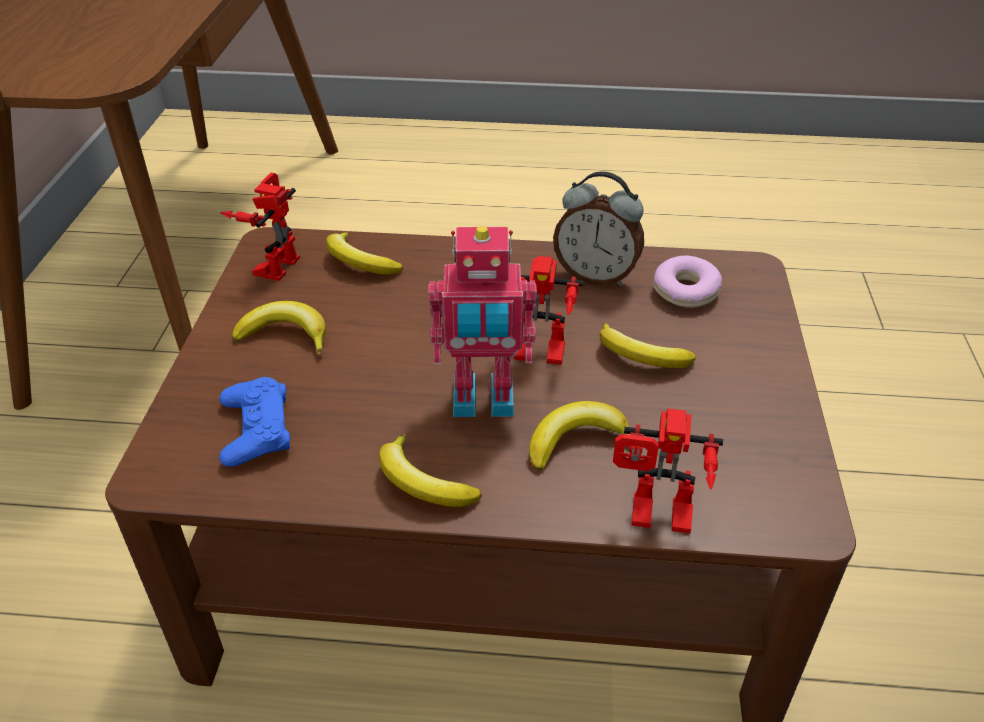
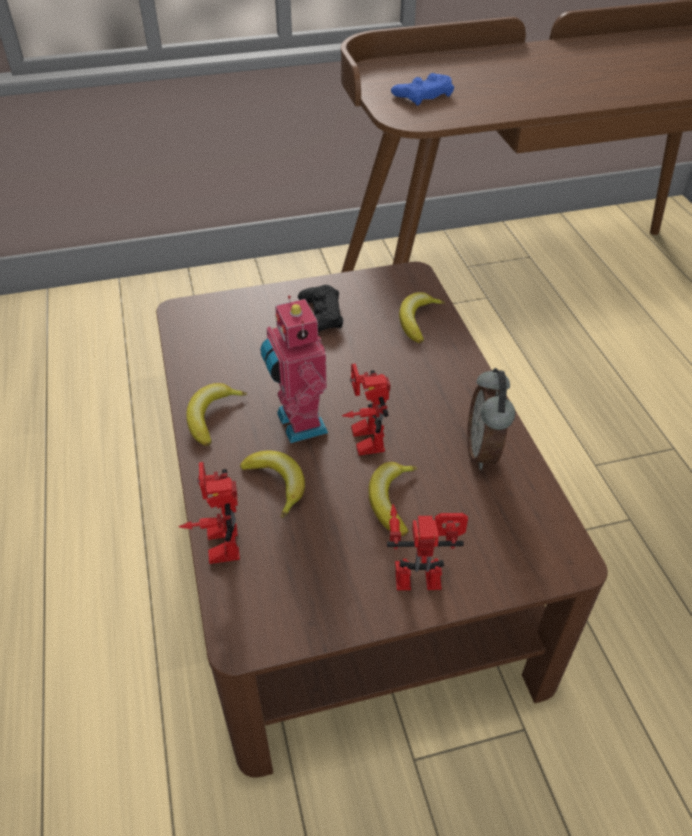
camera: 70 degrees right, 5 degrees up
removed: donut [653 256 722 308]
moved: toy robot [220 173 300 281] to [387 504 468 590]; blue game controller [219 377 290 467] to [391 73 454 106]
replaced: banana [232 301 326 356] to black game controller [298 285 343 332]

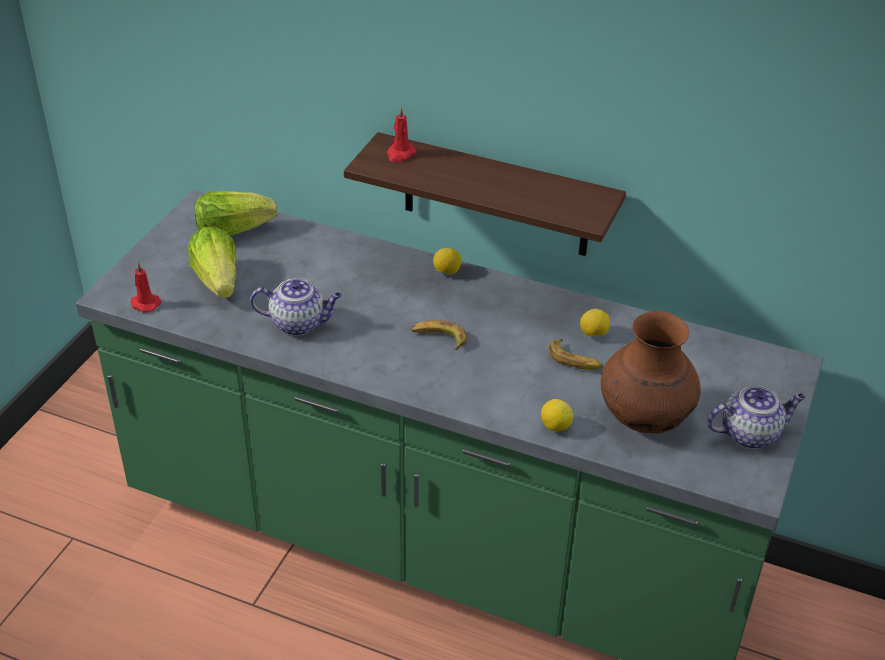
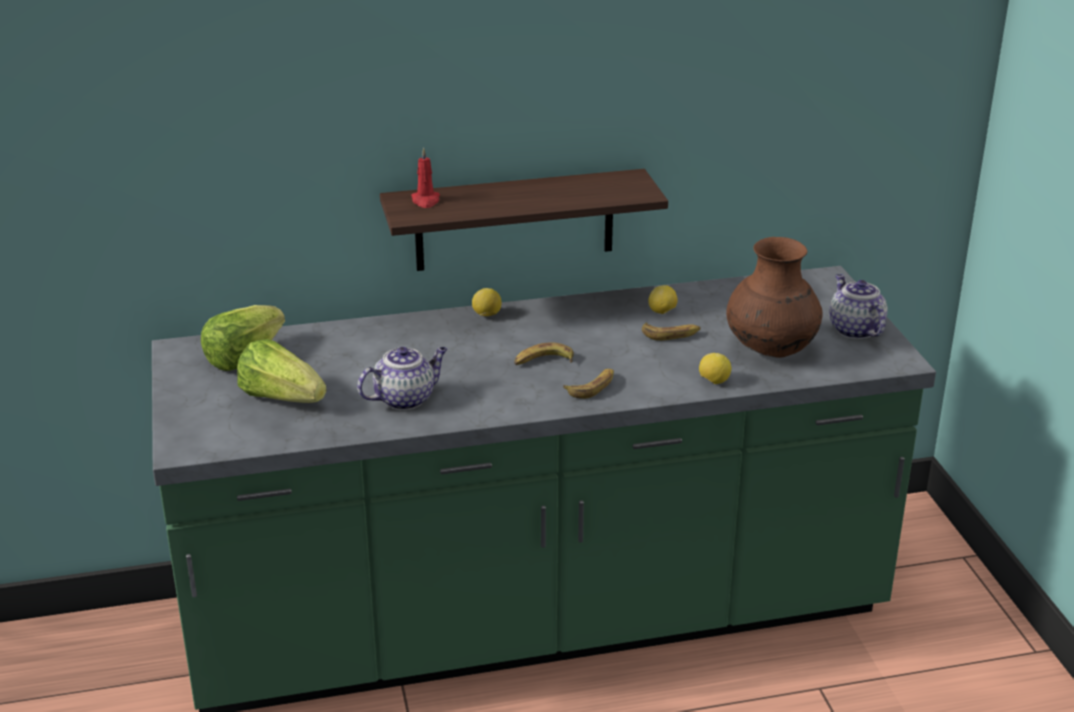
camera: 35 degrees left, 10 degrees down
removed: red candle [130 262 161 312]
added: banana [563 369 614 399]
turned: teapot [707 386 805 449] = [829 274 888 339] 60 degrees counterclockwise

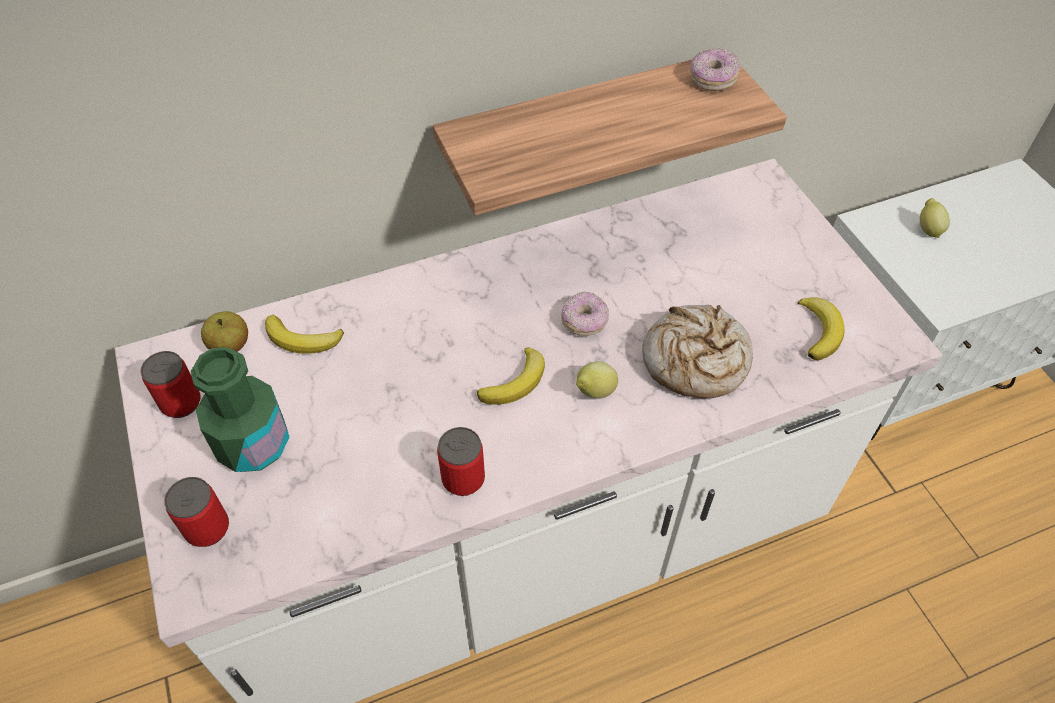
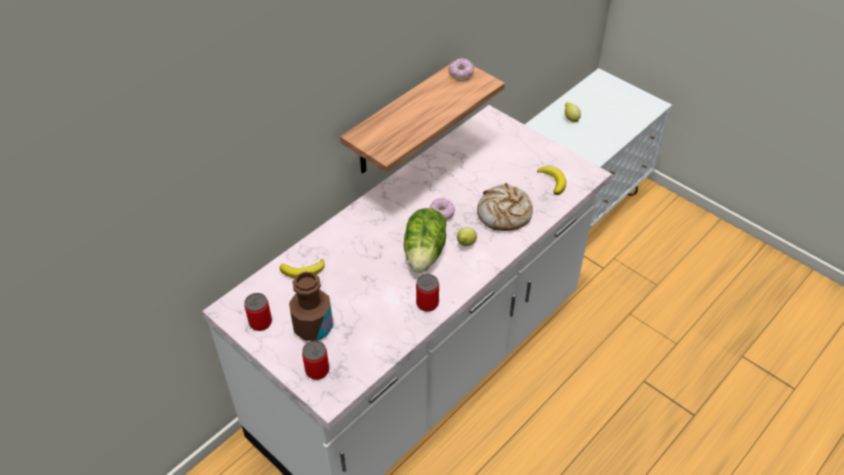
camera: 25 degrees left, 5 degrees down
removed: apple [201 311 248 352]
replaced: banana [477 348 545 405] to lettuce [404 208 446 273]
recoloured: green bottle [191 347 289 472] to brown bottle [289 272 333 341]

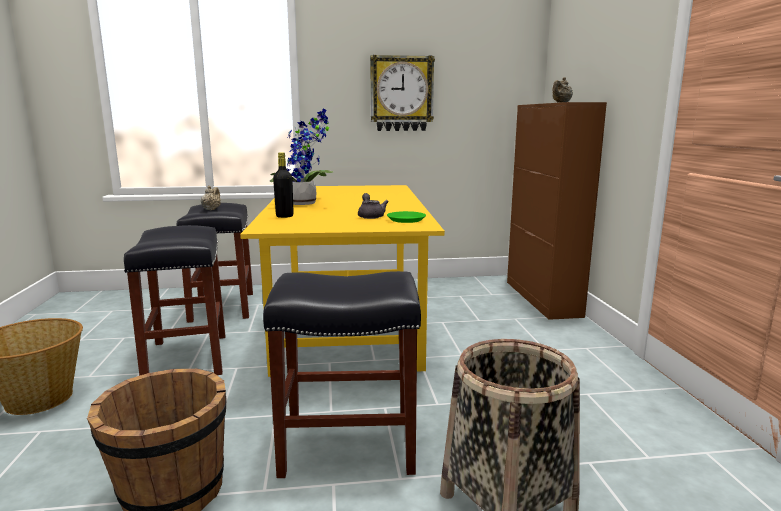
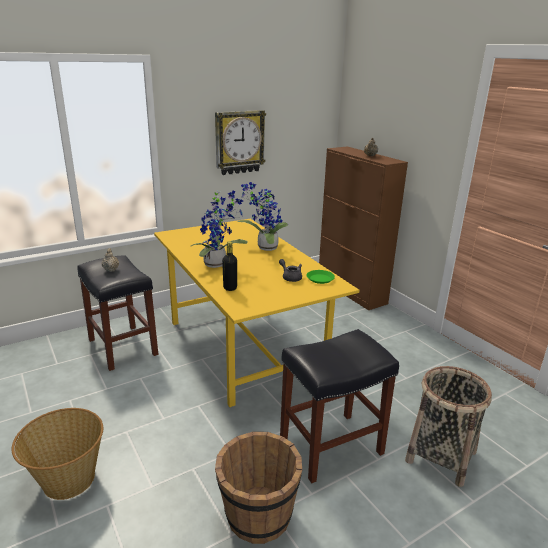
camera: 25 degrees left, 10 degrees up
removed: black stool [124 225 225 376]
added: potted plant [238 182 288 251]

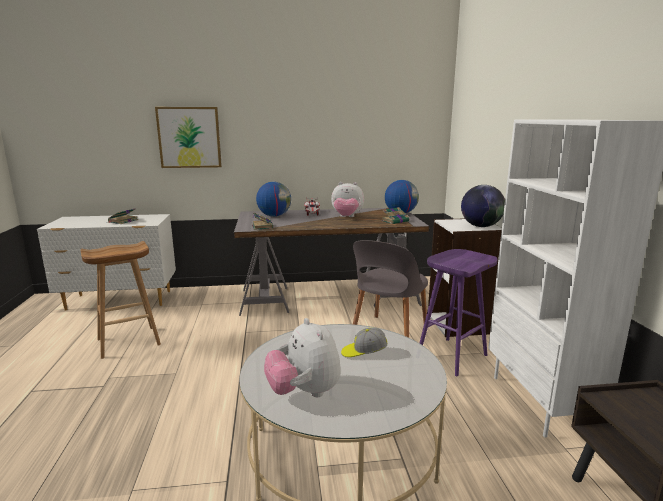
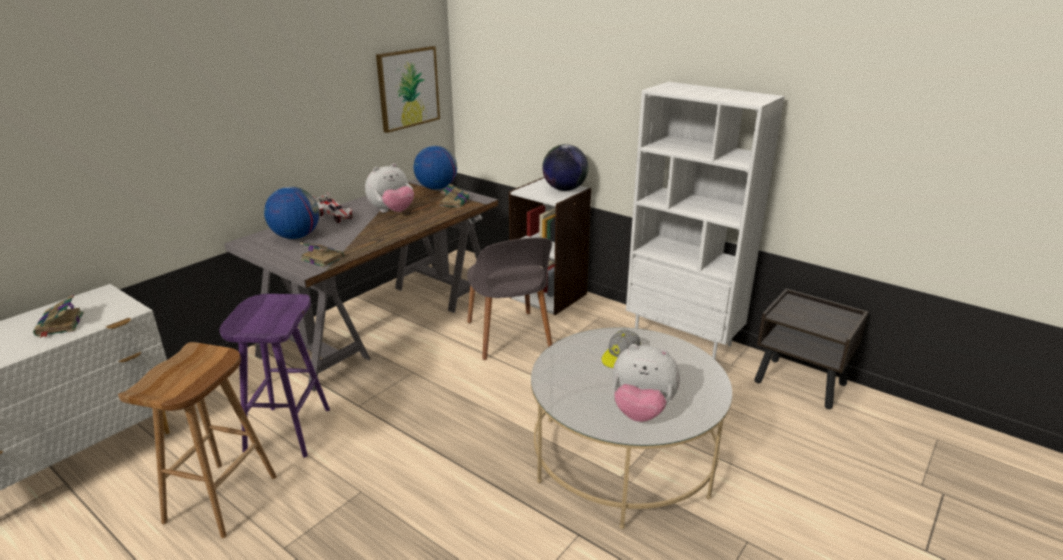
camera: 45 degrees left, 10 degrees up
moved: picture [155 107 222 168] to [376 46 440 133]; purple stool [420 249 497 376] to [219 294 330 458]

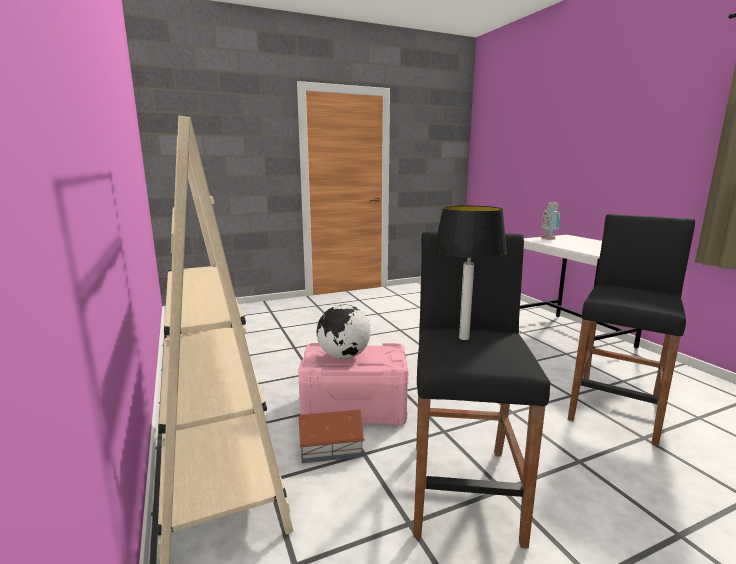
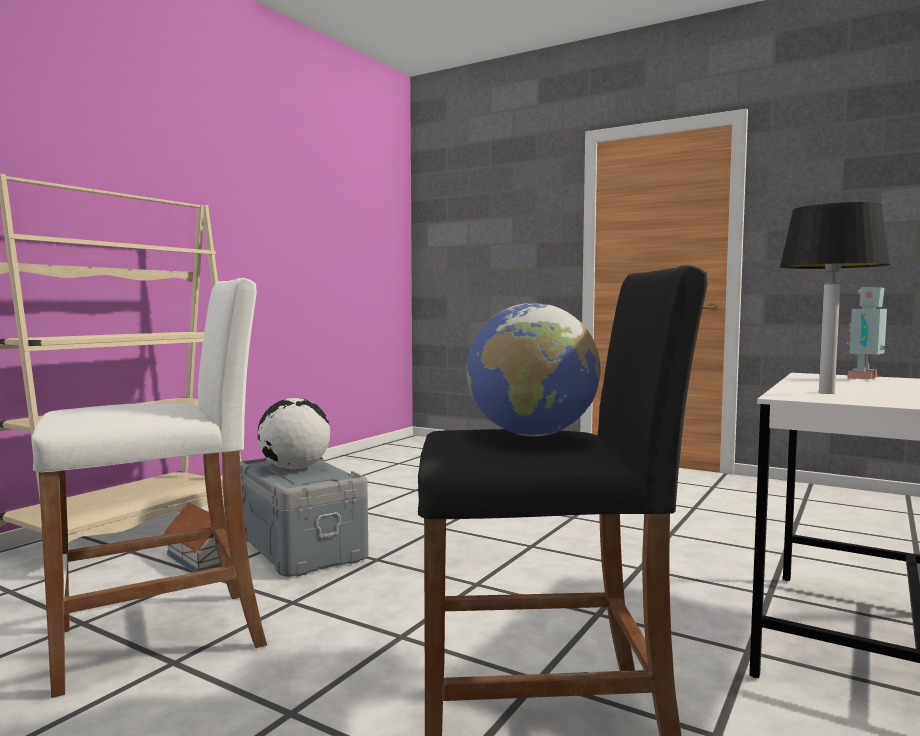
camera: 55 degrees right, 10 degrees down
added: globe [466 303 601 436]
moved: table lamp [434 205 507 340] to [780 202 890 394]
recoloured: black stool [413 231 550 549] to white stool [31 278 267 698]; pink storage box [298 343 409 426] to grey storage box [240 457 368 577]

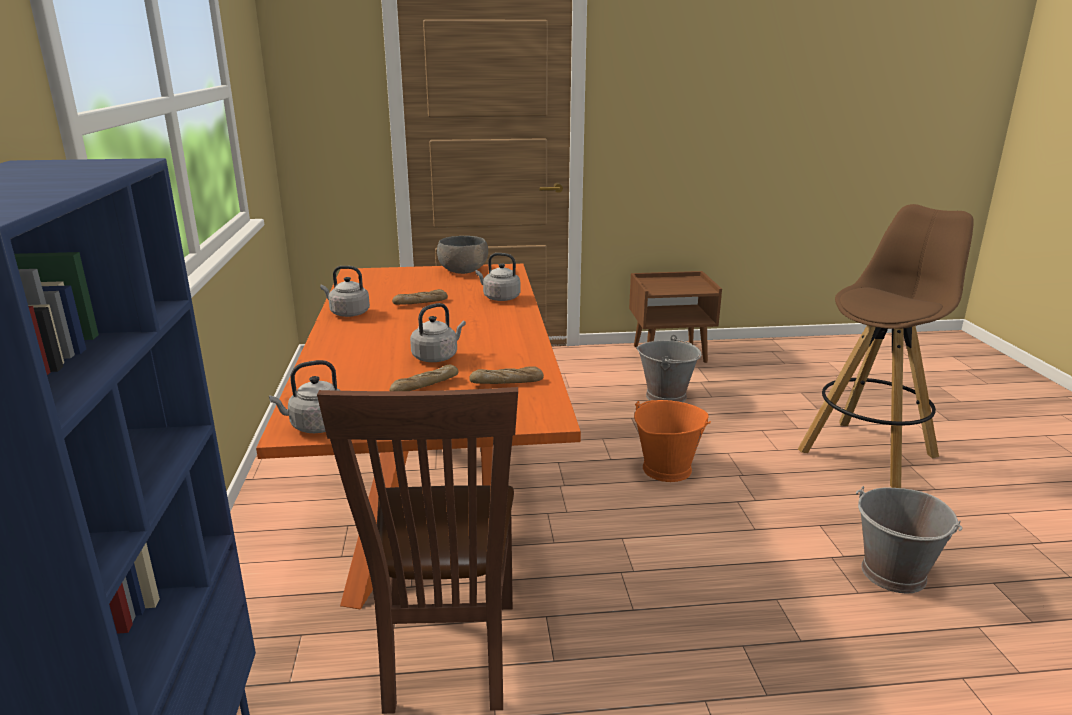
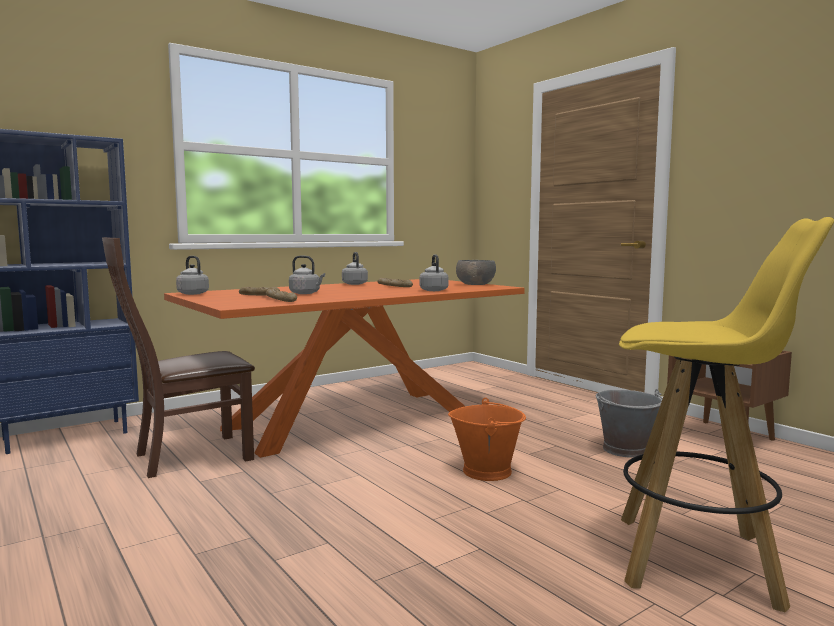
camera: 60 degrees right, 15 degrees down
removed: grey bucket [856 486 963 593]
recoloured: brown stool [798 204 974 488] to yellow stool [619 217 834 613]

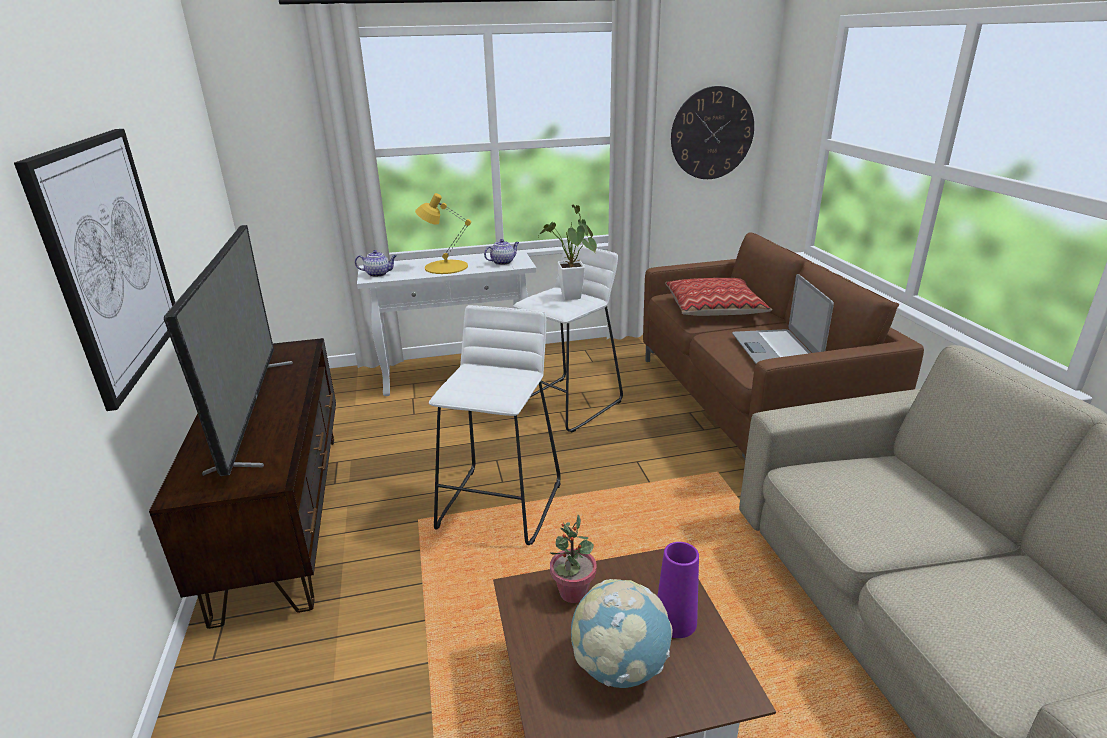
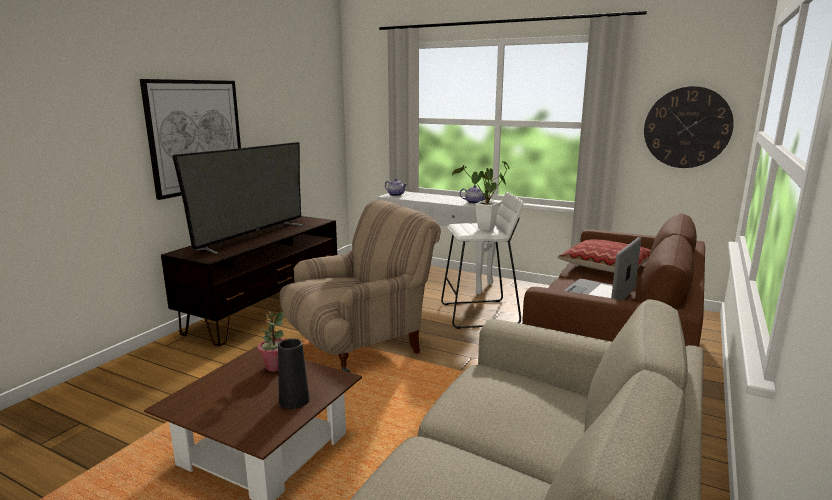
camera: 40 degrees right, 10 degrees down
removed: yellow table lamp [415 193 471 274]; globe [571 579 672 688]
replaced: white stool [429 305 561 545] to beige armchair [280 200 441 373]
recoloured: purple vase [658 542 699 638] to black vase [278 339 309 409]

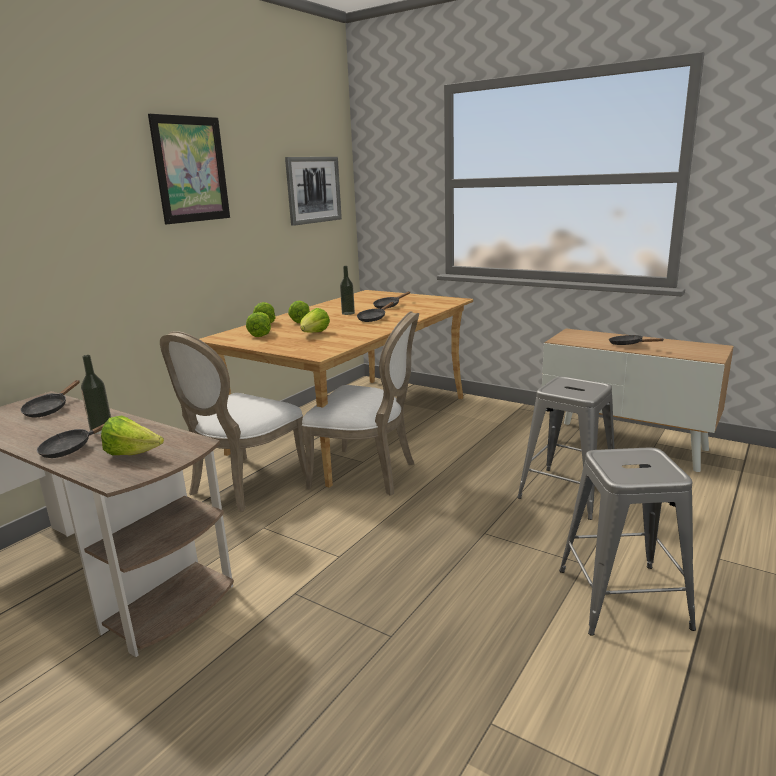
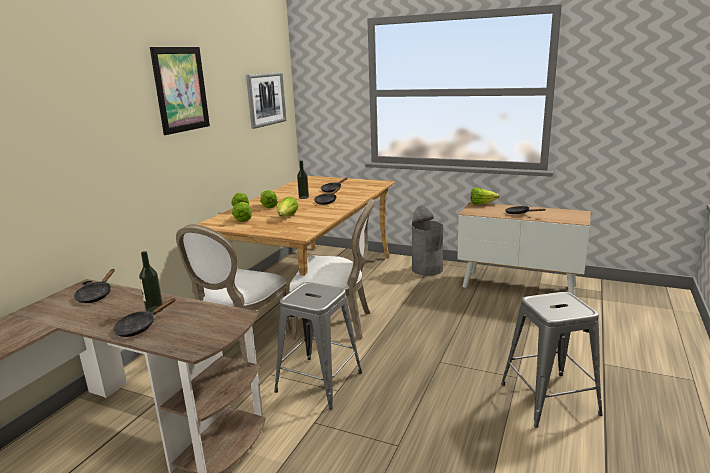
camera: 10 degrees left, 0 degrees up
added: grey trash can [412 206 443 276]
moved: grey stool [517 376 615 520] to [274 282 362 409]; lettuce [101 415 164 455] to [471 187 499 205]

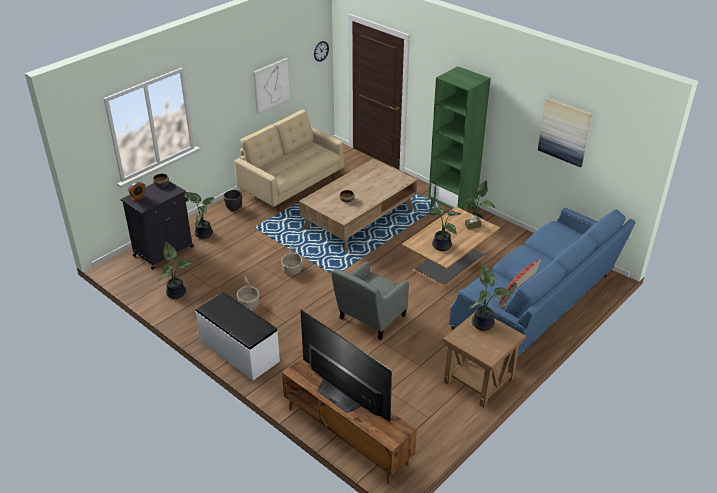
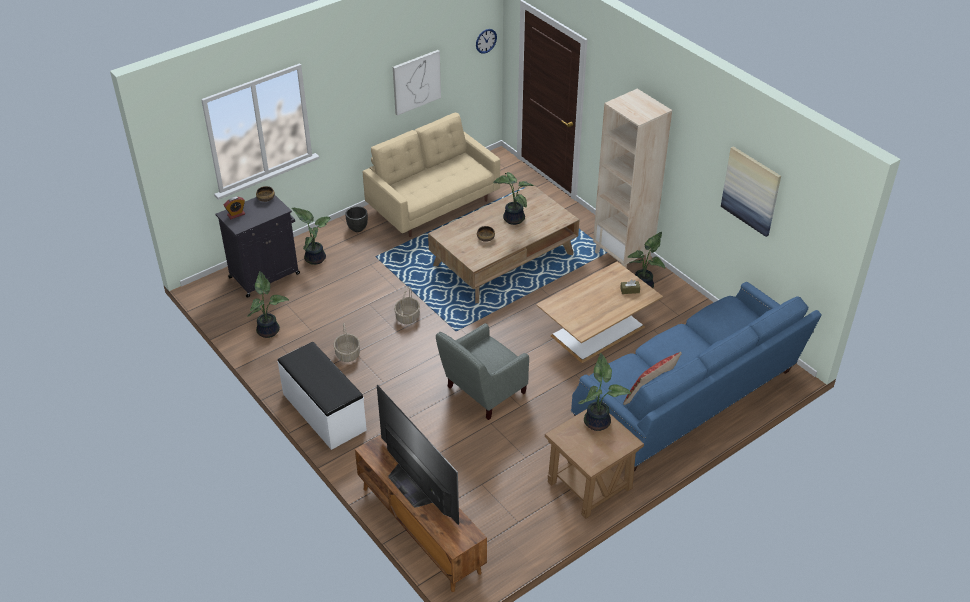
camera: 10 degrees right, 5 degrees up
moved: potted plant [429 205 461 251] to [493 172 535 225]
recoloured: green bookcase [428 66 491 209] to beige bookcase [593 89 672 268]

